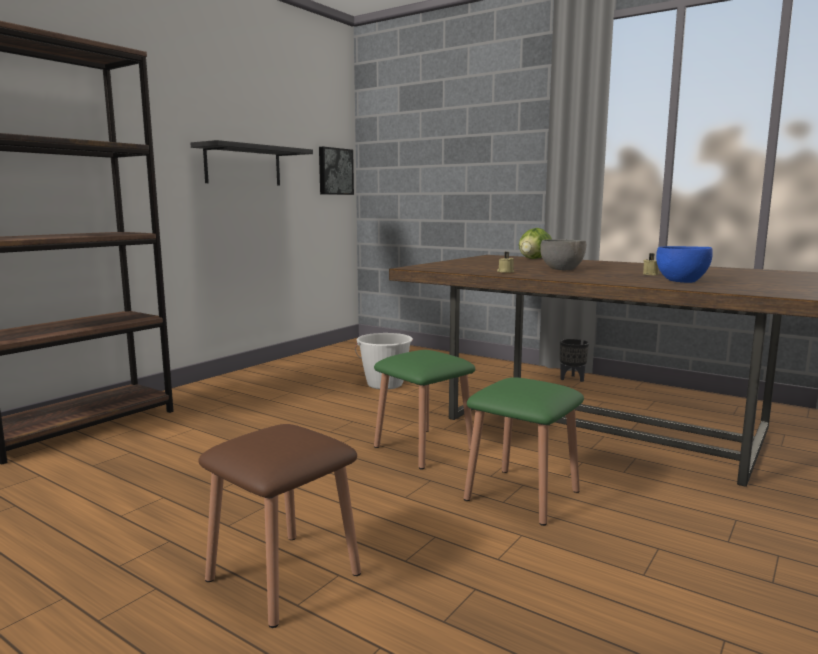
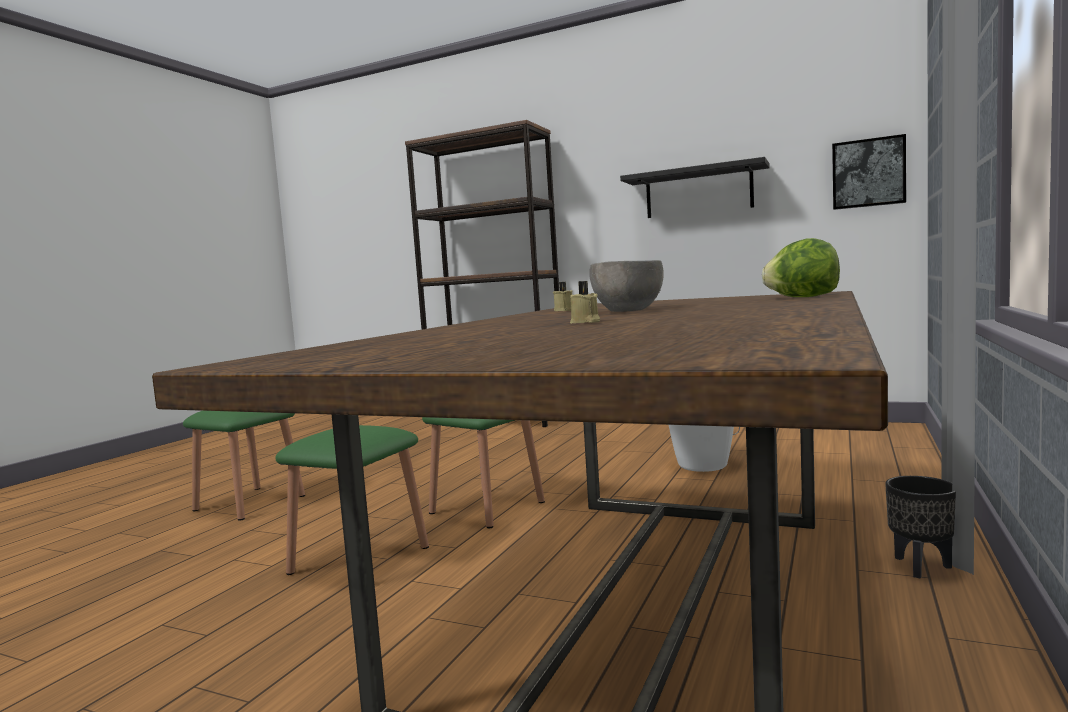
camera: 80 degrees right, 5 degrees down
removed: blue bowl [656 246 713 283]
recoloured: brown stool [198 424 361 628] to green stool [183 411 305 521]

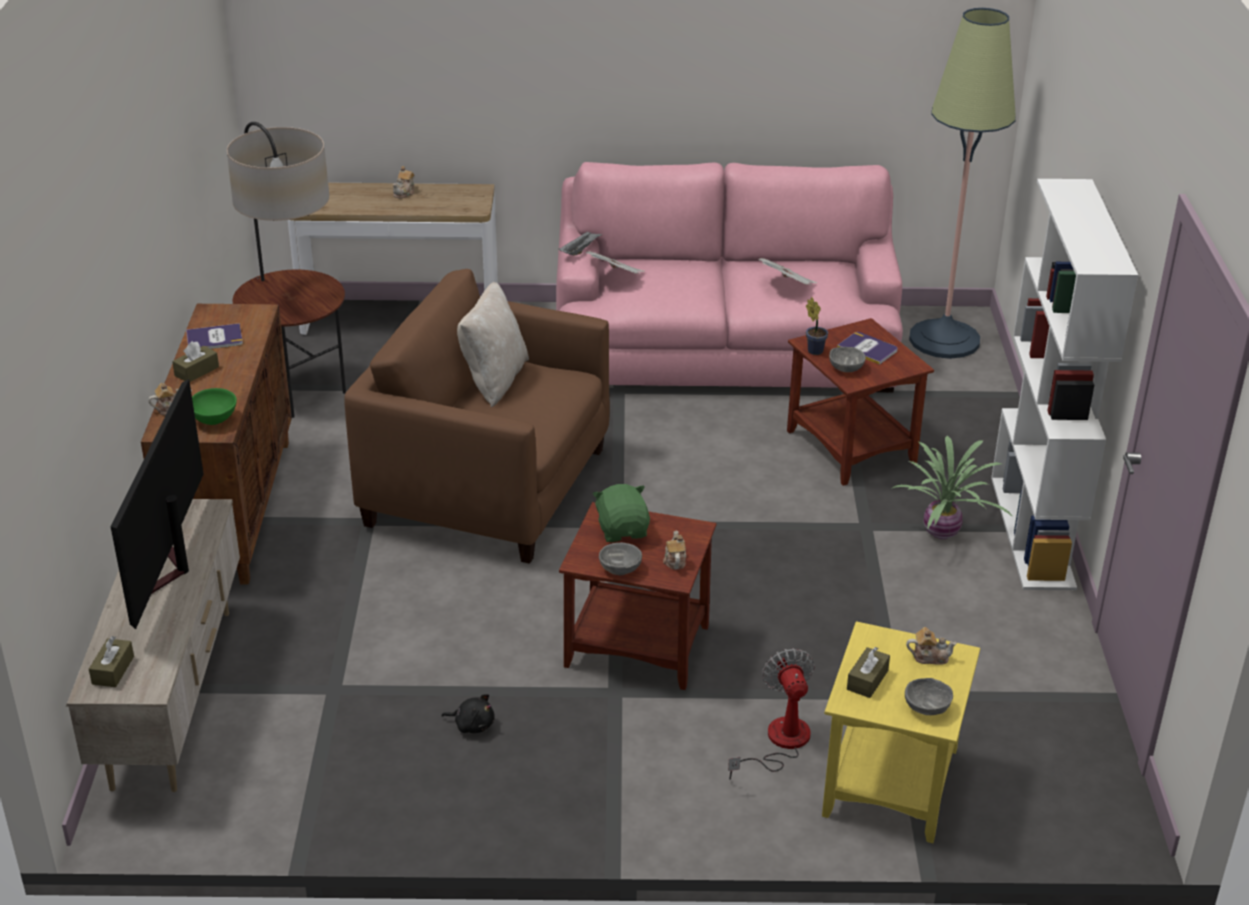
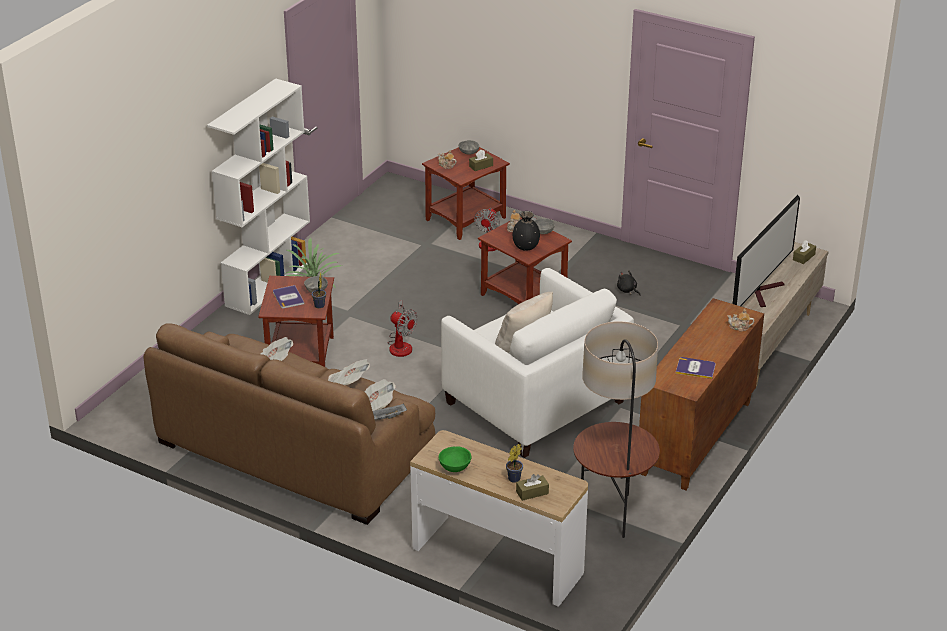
camera: 150 degrees left, 0 degrees up
removed: floor lamp [909 8 1016 359]; teapot [393 166 415 198]
added: fan [388 300 418 357]; newspaper [328 359 370 385]; potted plant [506 444 523 483]
moved: brown tissue box [172 341 219 382] to [516 474 549 501]; green bowl [192 388 237 425] to [439 447 472 472]
replaced: green plush toy [593 484 650 542] to black vase [513 211 540 251]
recoloured: pink sofa [556 162 903 393] to brown sofa [143 323 436 525]; brown armchair [344 269 610 564] to white armchair [441 268 634 458]; yellow side table [822 621 980 843] to brown side table [422 147 510 240]

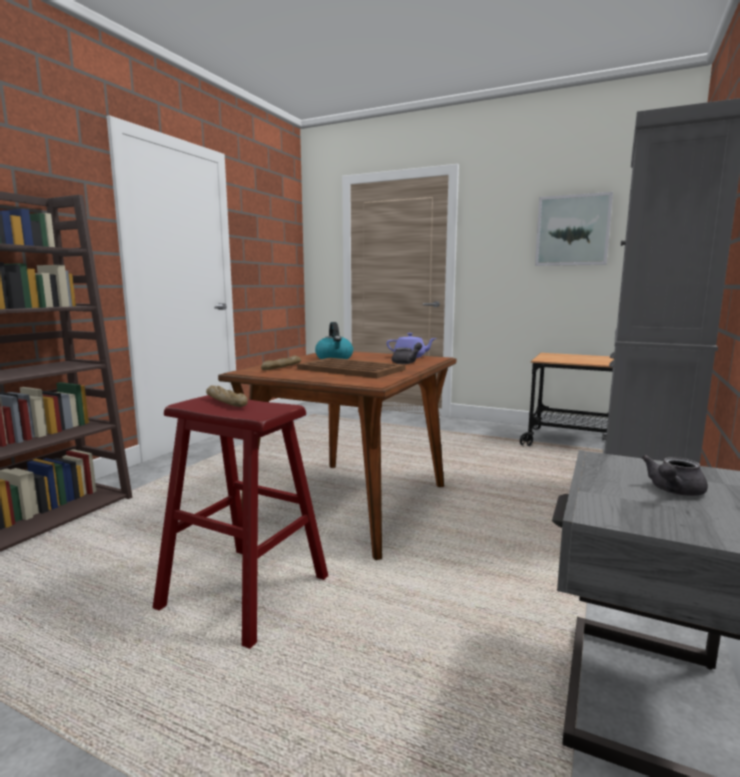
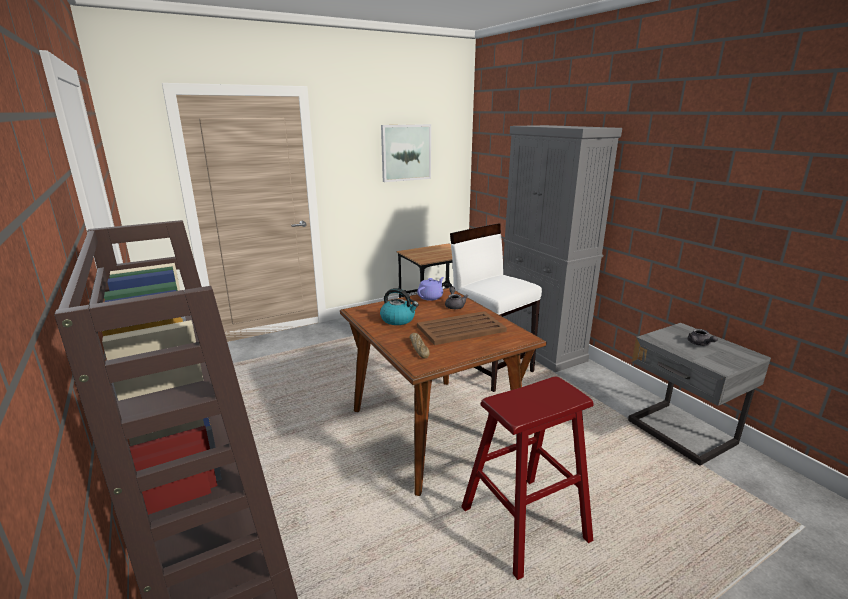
camera: 55 degrees left, 10 degrees up
removed: bread [206 385 248 407]
added: white stool [450 224 542 392]

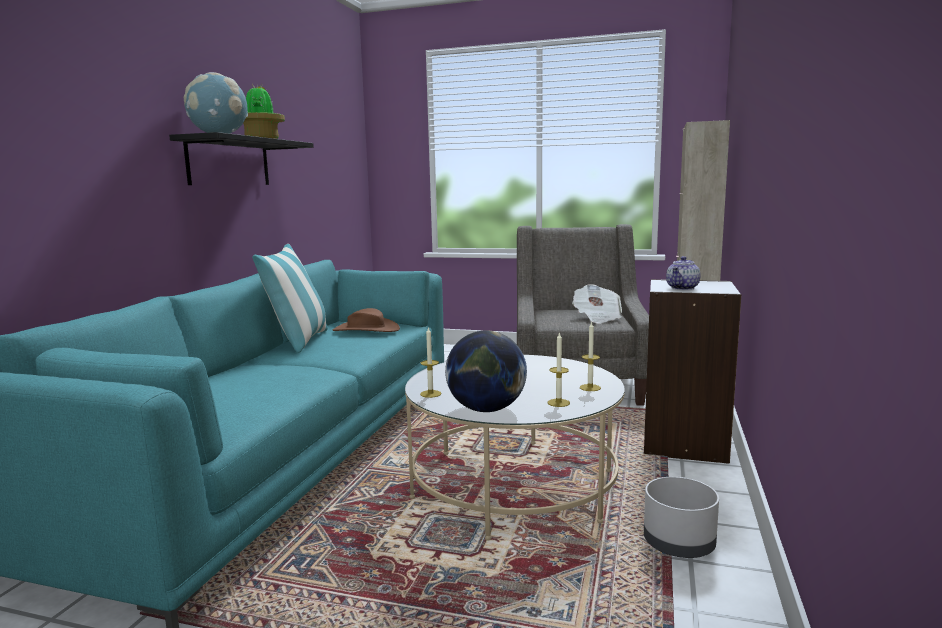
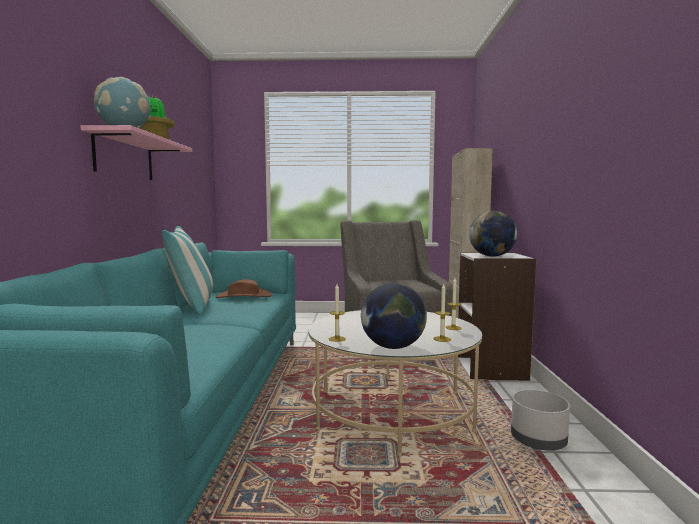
camera: 15 degrees left, 5 degrees down
removed: newspaper [572 284 622 323]
replaced: teapot [666 256 701 290] to globe [469 211 518 257]
recoloured: black shelf [169 132 314 185] to pink shelf [80 125 192 180]

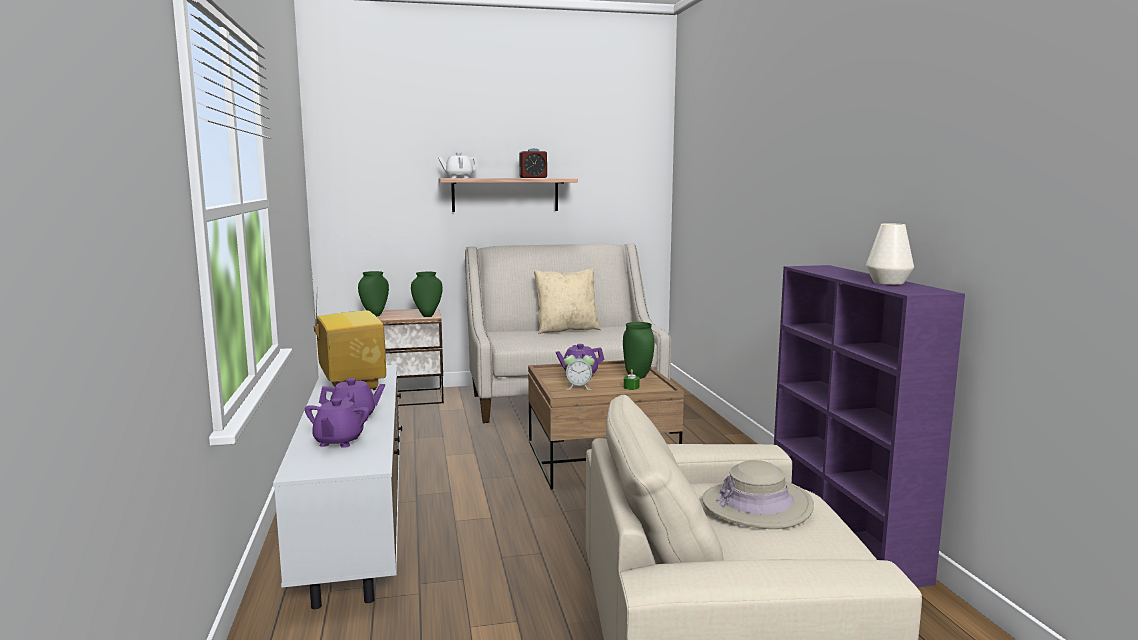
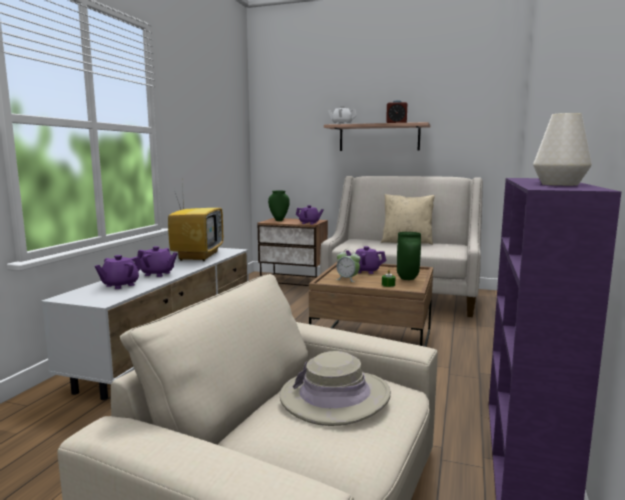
camera: 30 degrees right, 0 degrees up
replaced: green vase [411 272 443 317] to purple teapot [296 205 324 224]

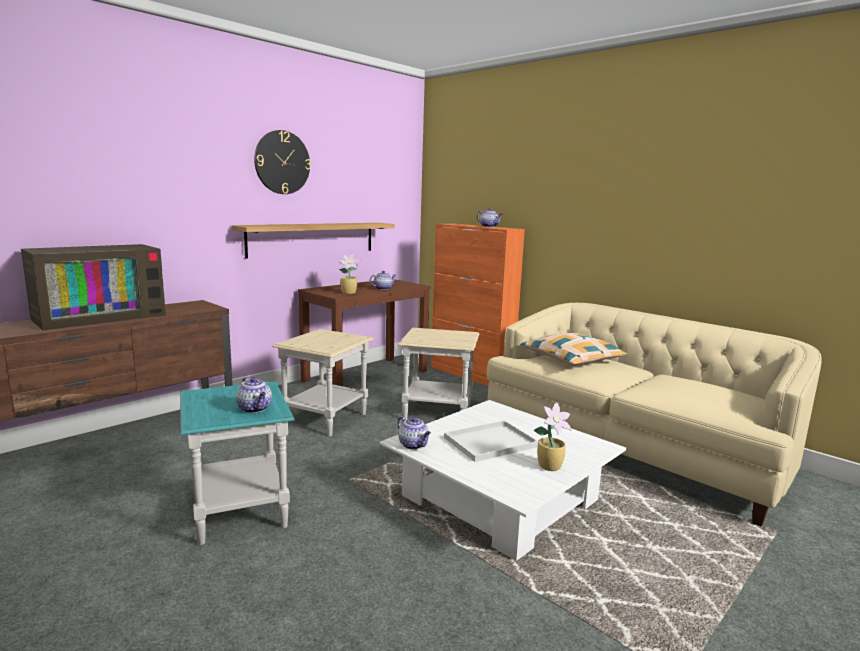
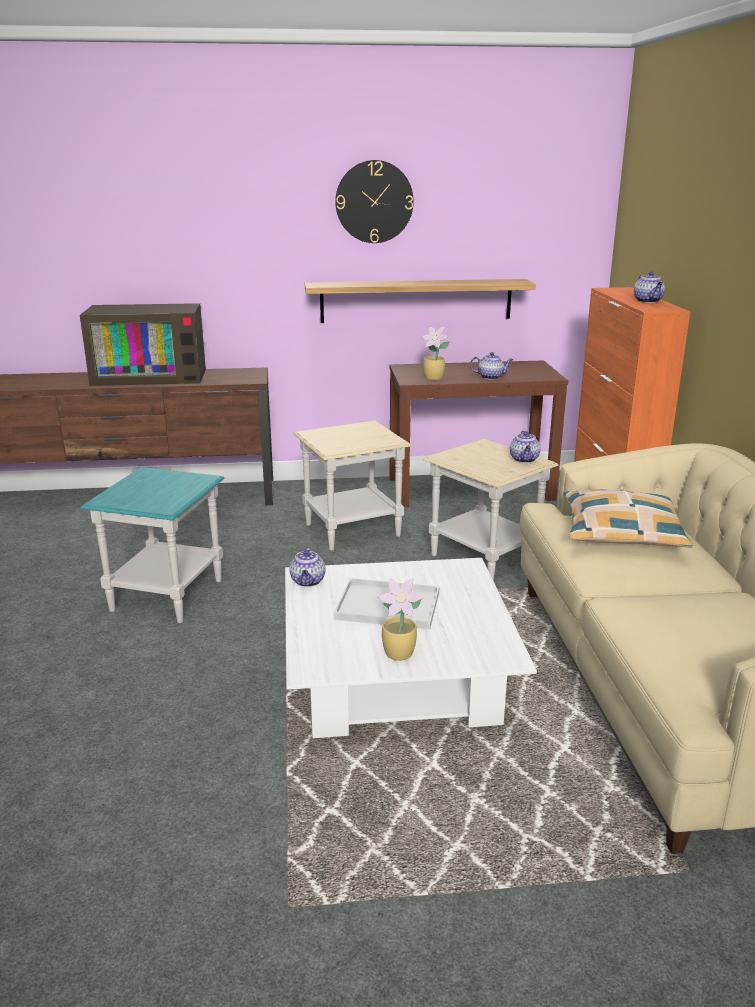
camera: 40 degrees right, 10 degrees up
moved: teapot [236 377 272 413] to [510 431 541 463]

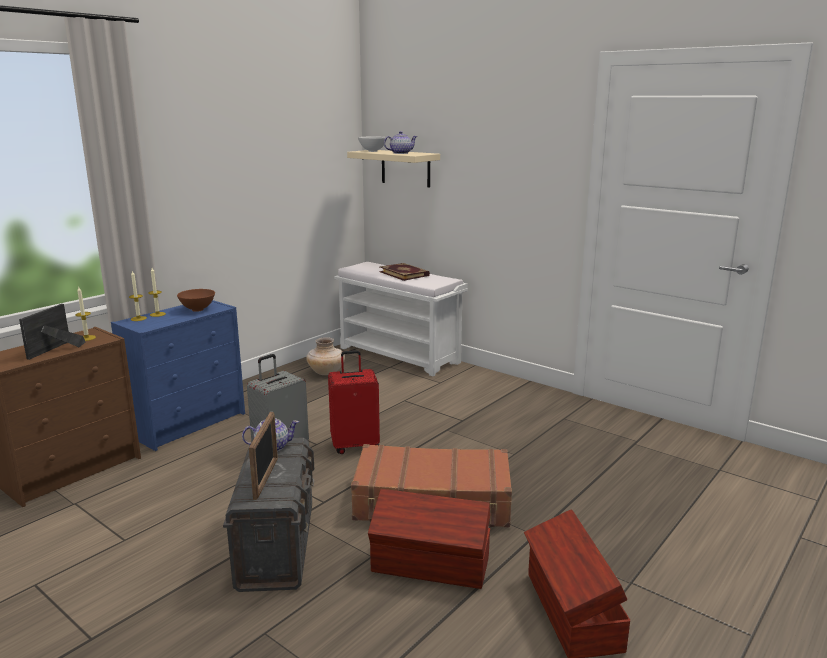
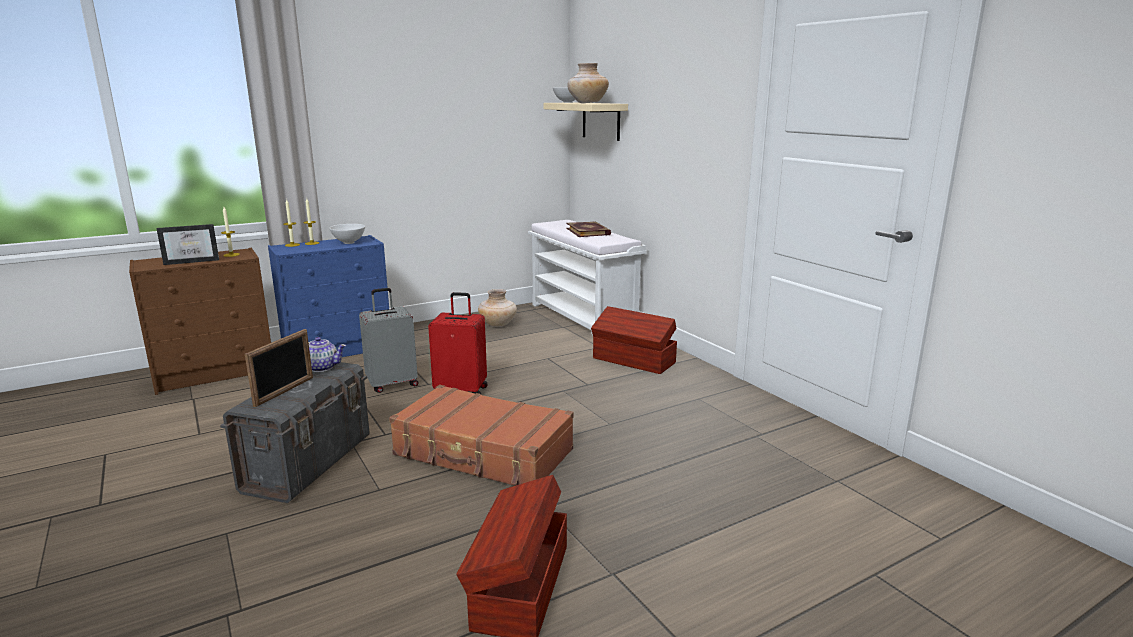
camera: 20 degrees right, 0 degrees up
moved: brown storage box [368 489 490 589] to [591 306 677 374]
replaced: teapot [384 131 417 154] to beige vase [567 63 609 103]
recoloured: brown bowl [177 289 215 312] to white bowl [329 224 365 244]
turned: picture frame [19 304 85 360] = [156 224 219 265] 150 degrees counterclockwise

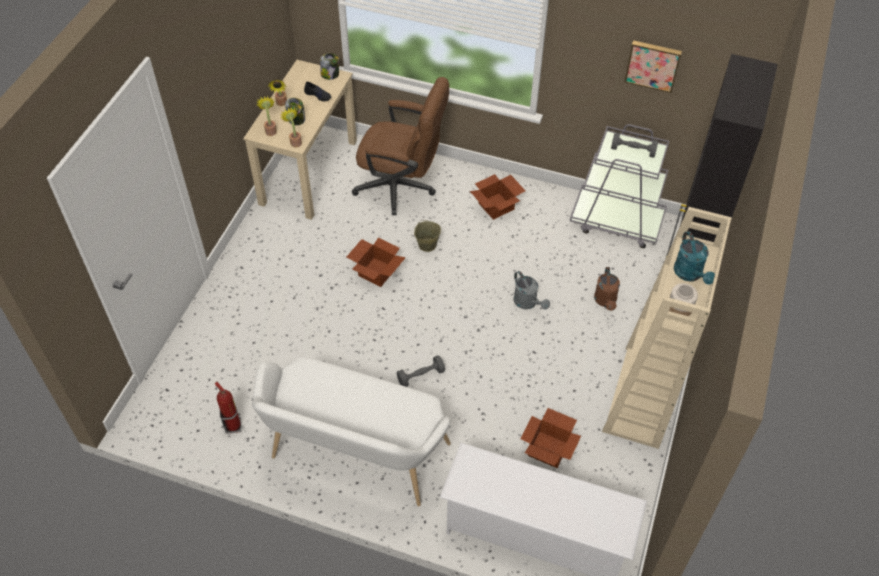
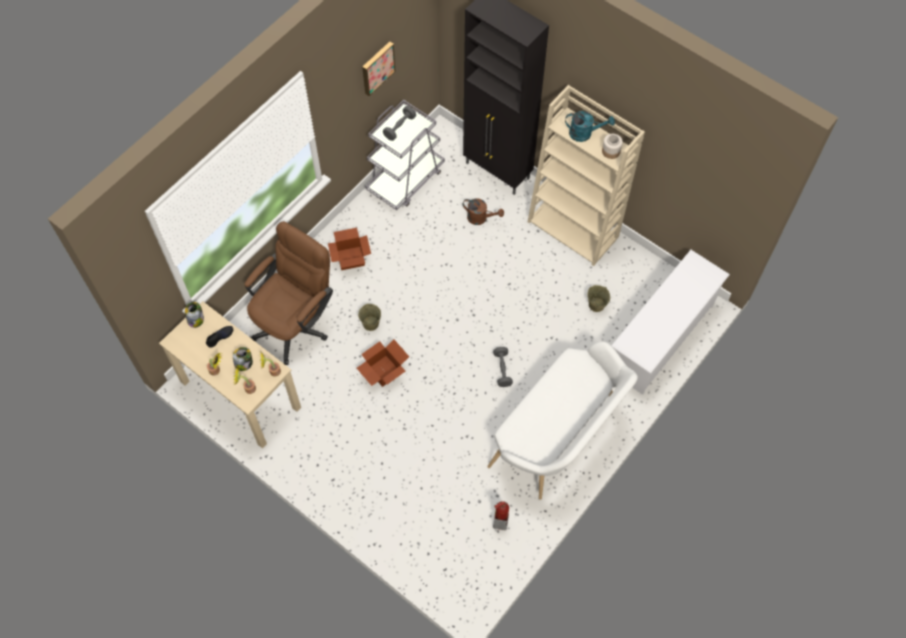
camera: 70 degrees left, 10 degrees up
removed: grey watering can [513 271 550 310]
replaced: cardboard box [520 408 581 468] to beige bucket [587 285 610 312]

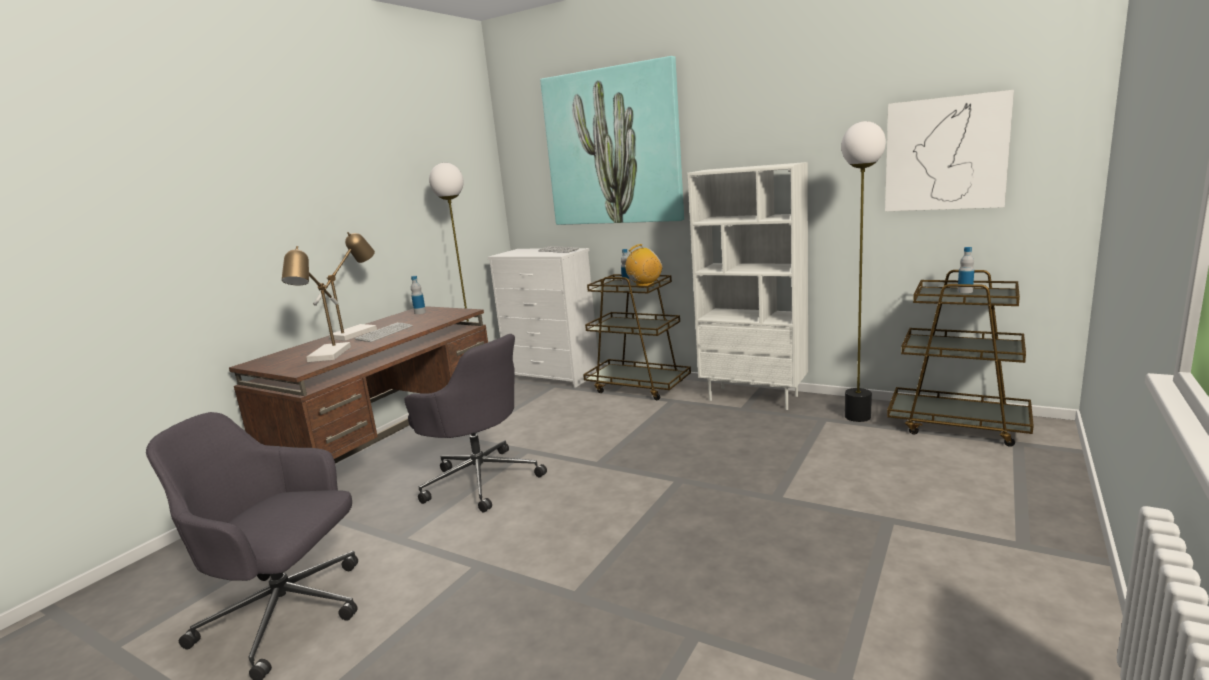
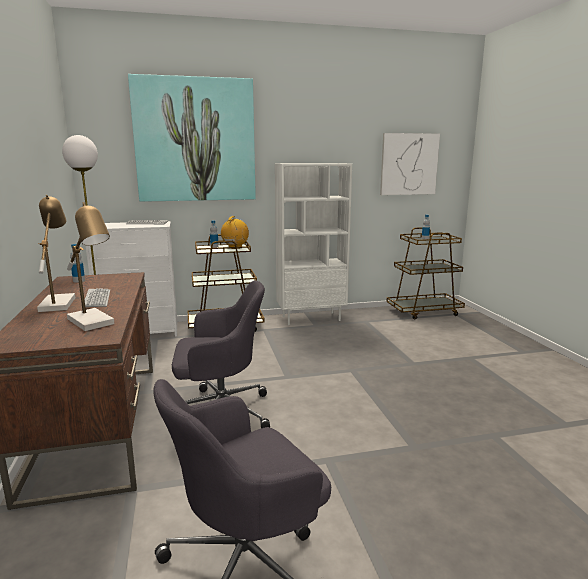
camera: 45 degrees left, 0 degrees up
removed: floor lamp [841 121 886 422]

